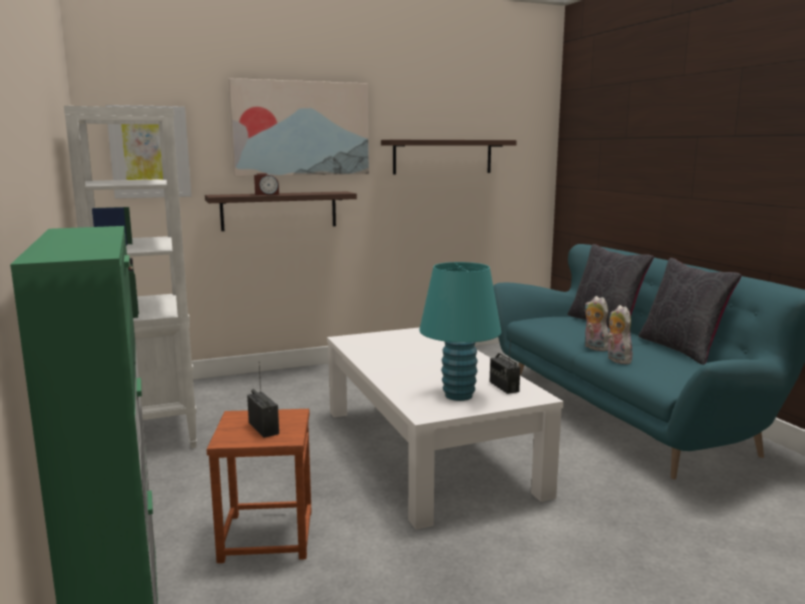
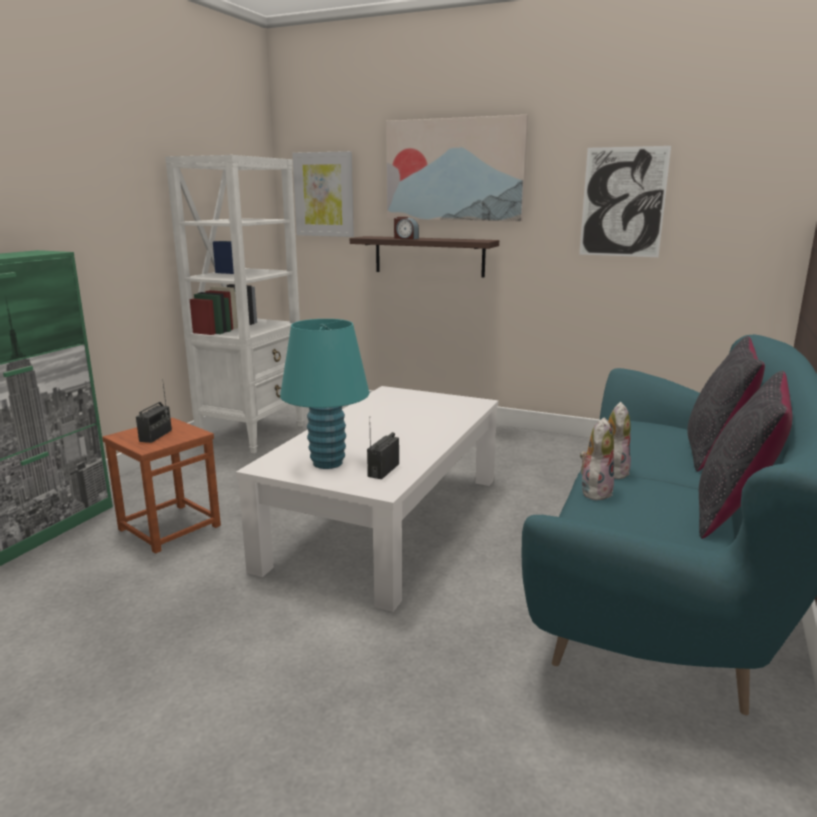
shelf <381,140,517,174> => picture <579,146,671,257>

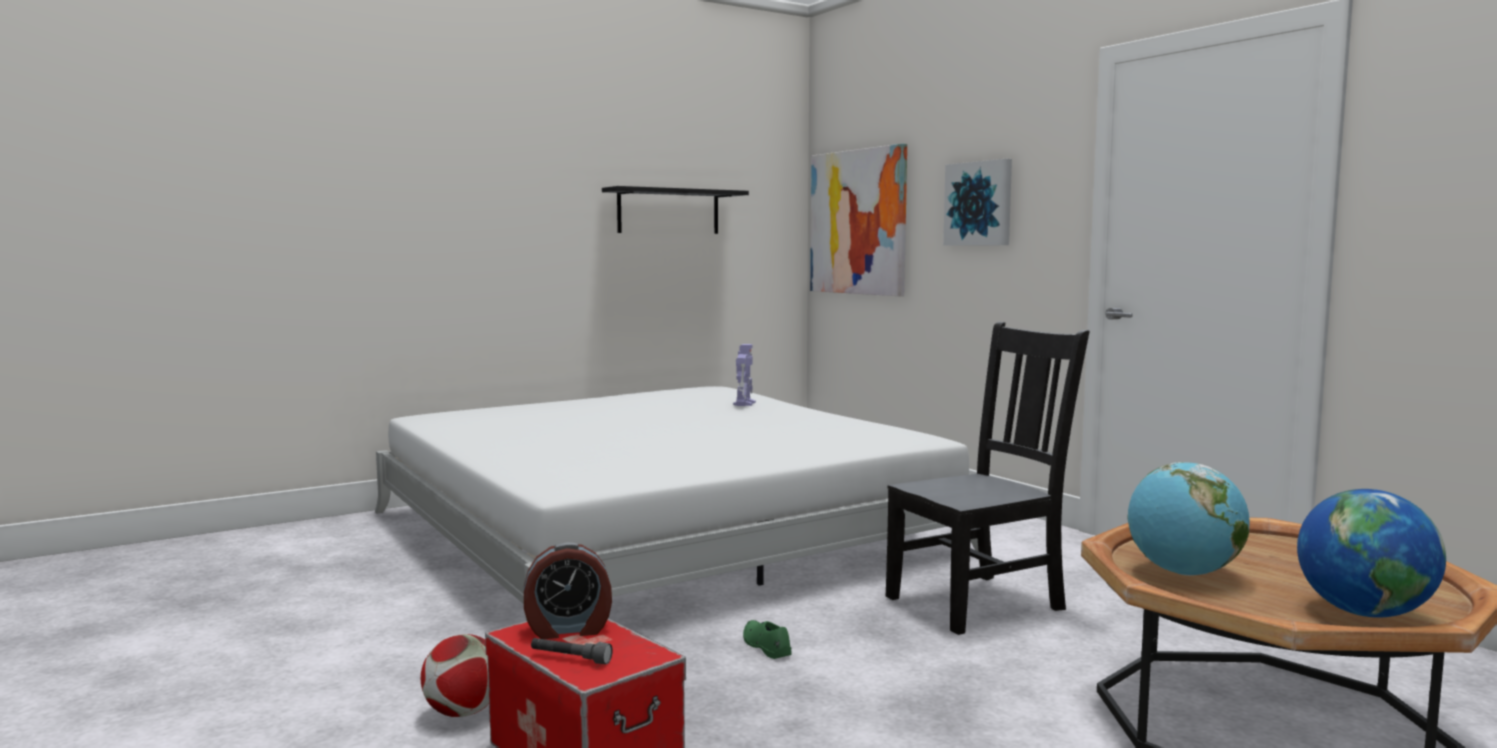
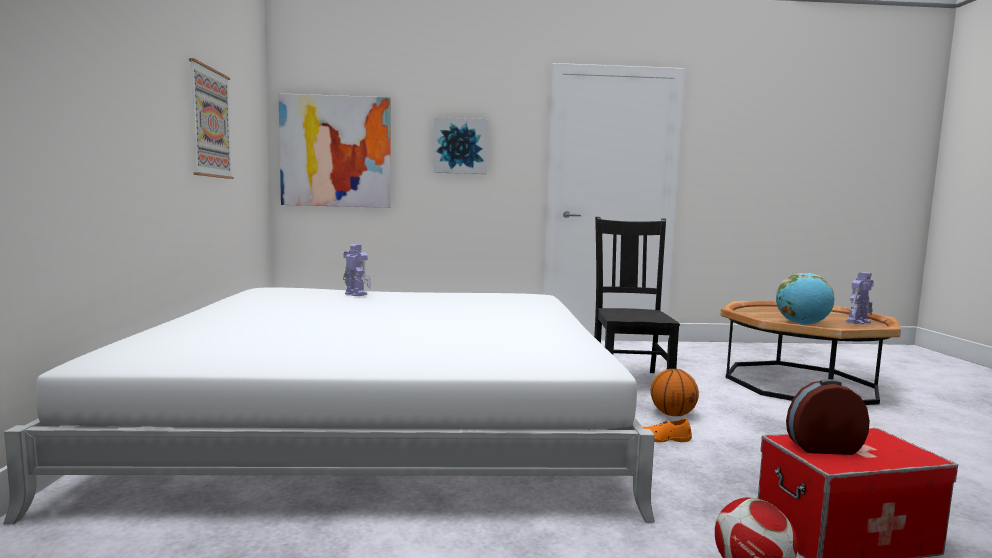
black_shelf <602,186,749,234> => picture <189,58,234,179>
green_shoe <743,620,792,659> => orange_shoe <643,418,692,442>
nothing => basketball <651,369,699,416>
alarm_clock <524,543,612,639> => alarm_clock <786,379,870,455>, 105 degrees counterclockwise
globe <1297,489,1446,618> => toy_robot <846,272,874,324>
grey_flashlight <531,638,613,664> => nothing

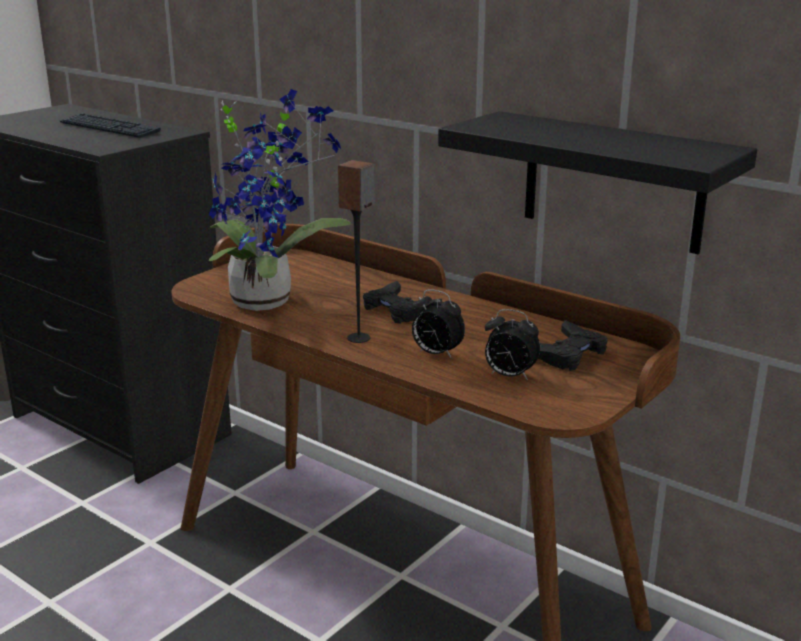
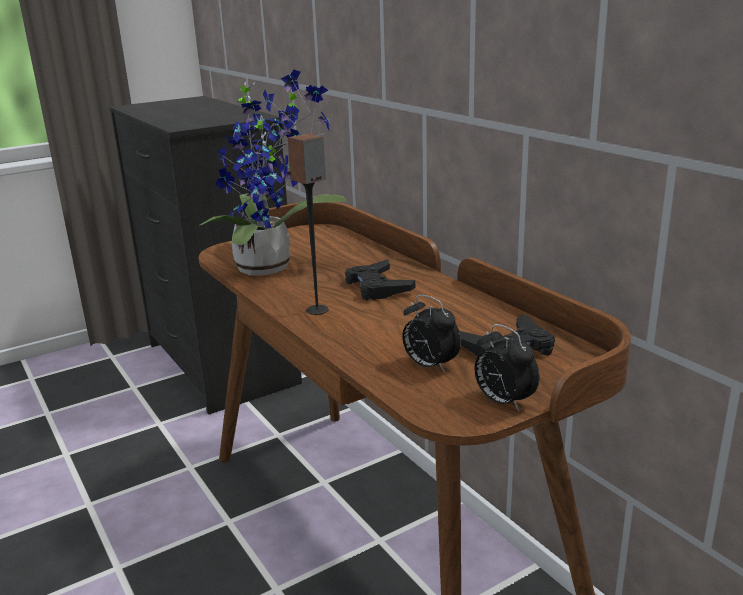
alarm_clock <412,289,465,359> => alarm_clock <475,324,540,412>, moved
keyboard <60,113,161,138> => nothing
black_shelf <438,111,757,254> => nothing

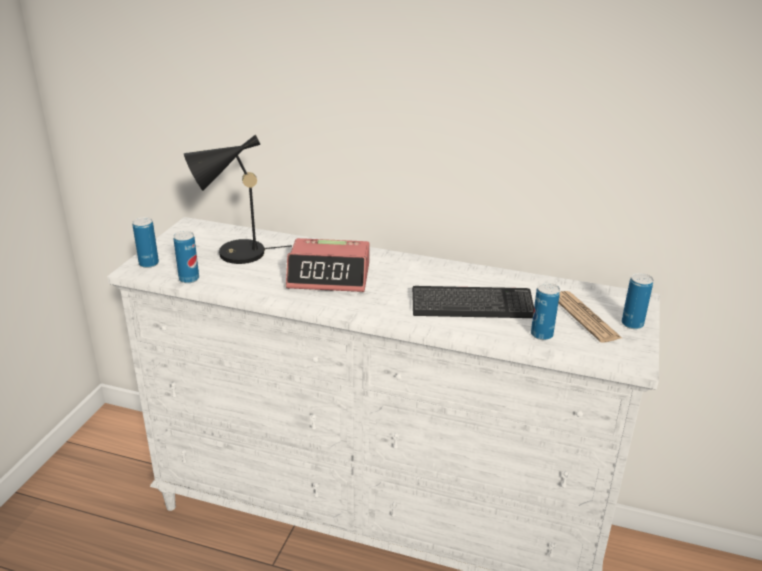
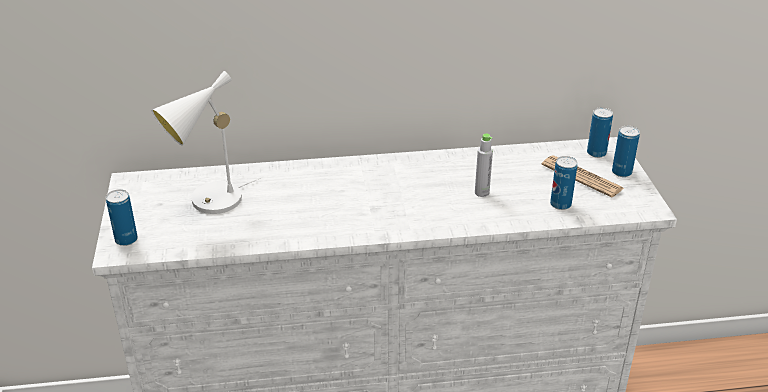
black_table_lamp <184,135,292,264> => white_table_lamp <152,71,263,214>
keyboard <412,286,534,318> => grey_bottle <475,134,493,197>
can <173,231,199,283> => can <587,107,613,158>, moved
alarm_clock <286,238,370,292> => nothing

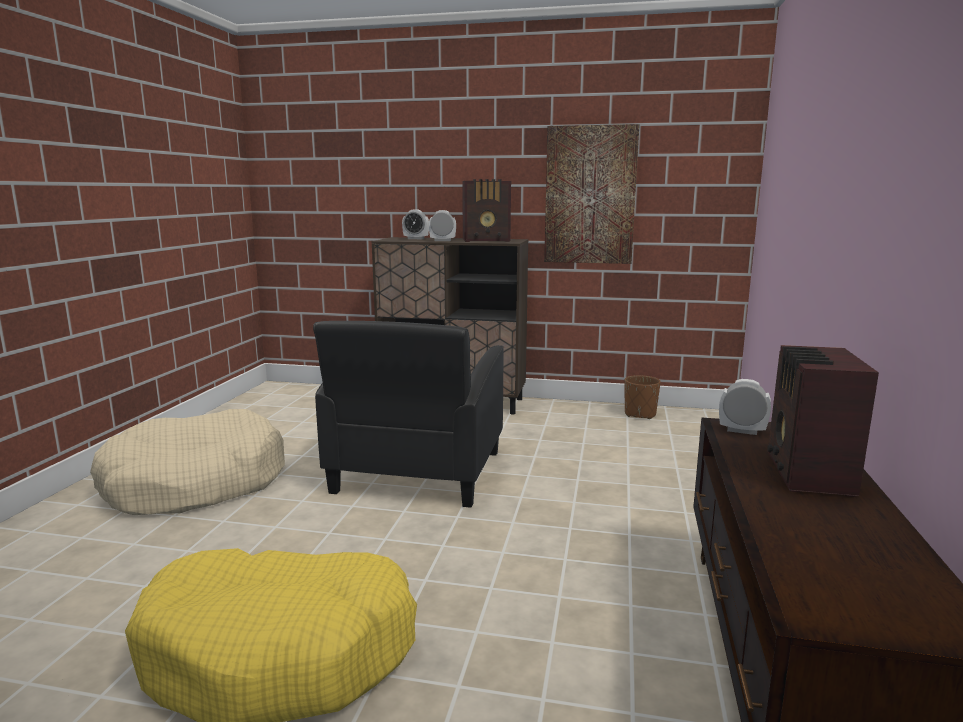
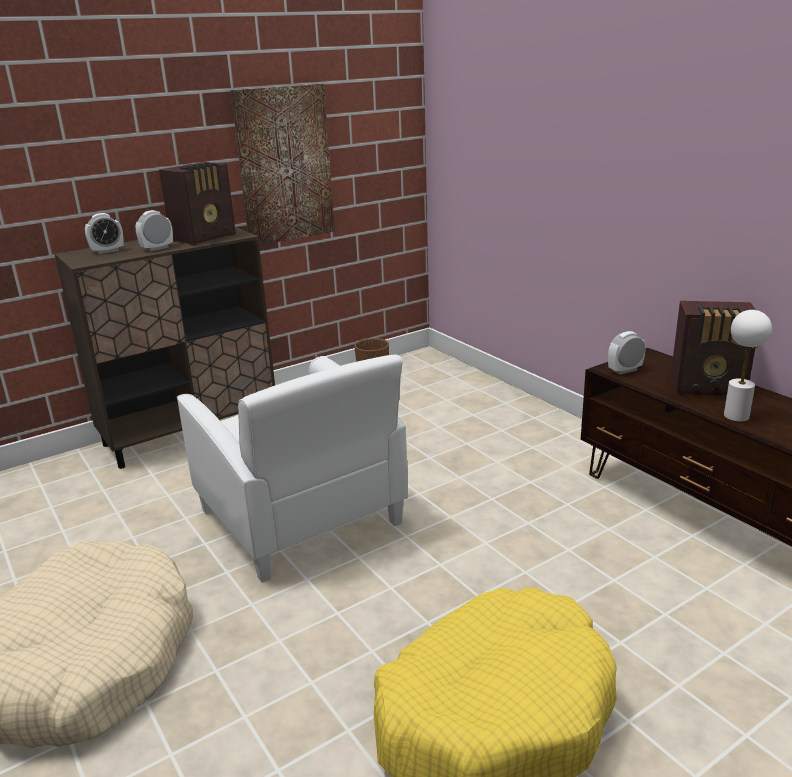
black_armchair <313,321,504,508> => white_armchair <177,355,408,583>
radio <767,345,879,497> => radio <671,301,756,396>, 45 degrees counterclockwise
nothing => white_table_lamp <724,310,772,422>

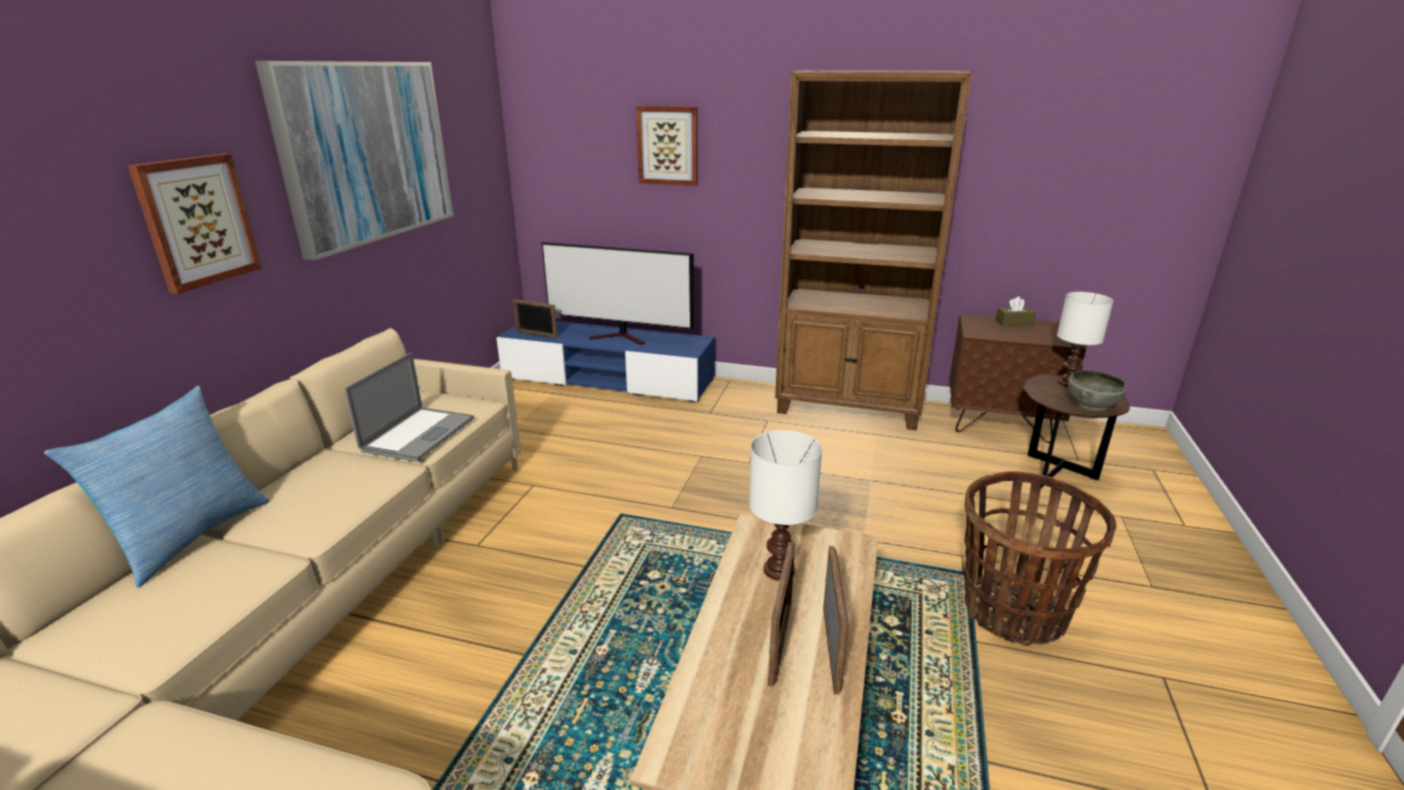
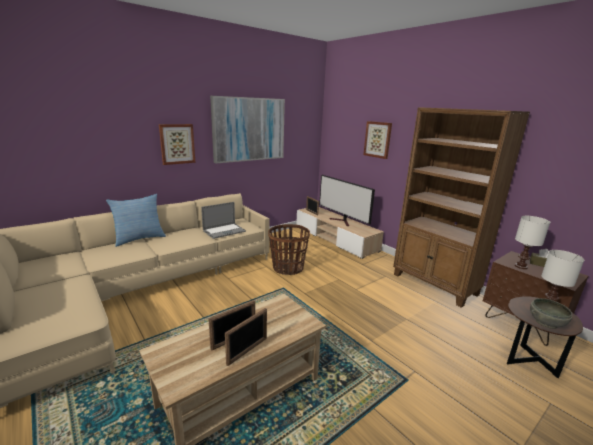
basket <964,471,1117,645> => basket <268,224,310,275>, moved
blue_tv_stand <497,321,715,403> => beige_tv_stand <296,207,384,259>
white_table_lamp <749,430,822,581> => white_table_lamp <515,216,550,269>, moved

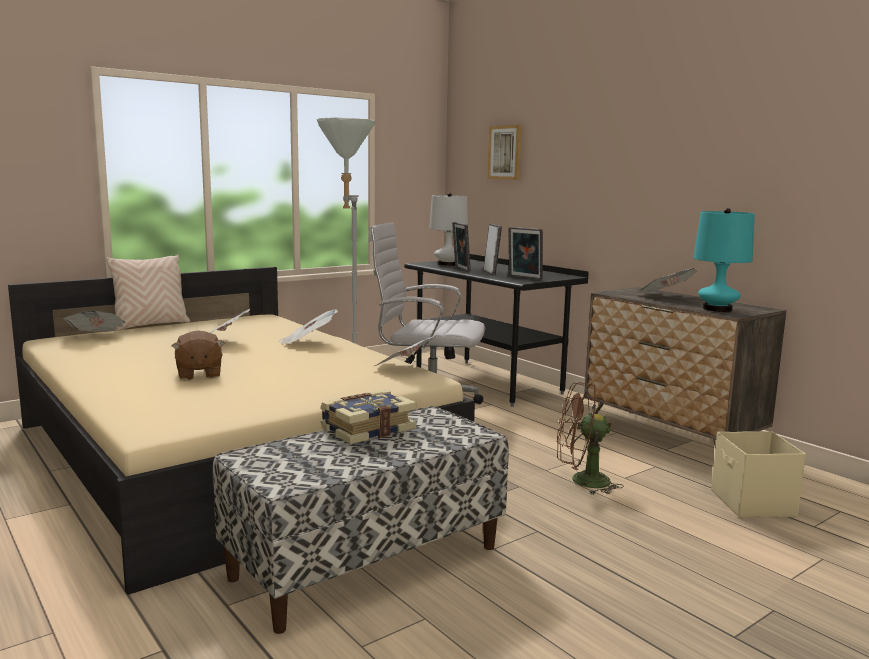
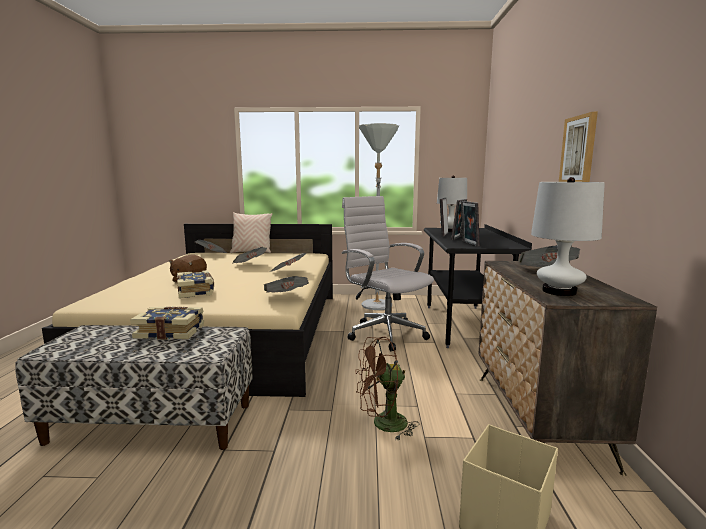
nothing => book <177,270,214,298>
brown_fan <557,382,624,495> => brown_fan <356,337,419,441>, 60 degrees counterclockwise
turquoise_table_lamp <693,208,755,312> => white_table_lamp <531,177,605,296>
picture <487,125,522,180> => picture <559,112,598,182>, moved

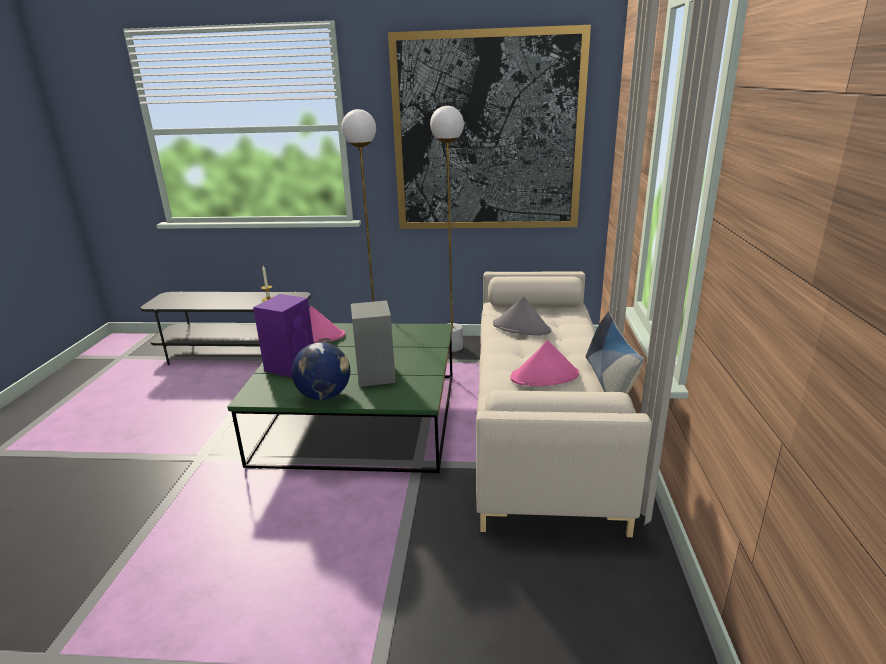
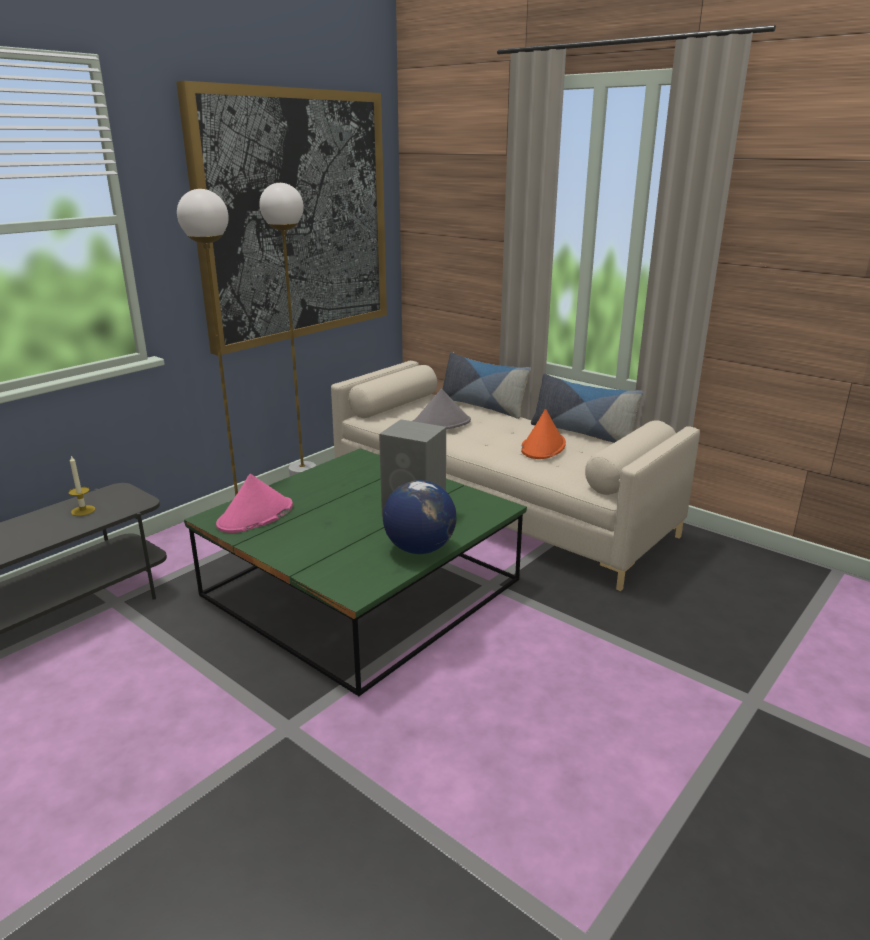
nothing => pillow <442,352,531,419>
pink_hat <510,340,579,386> => orange_hat <521,409,566,459>
purple_speaker <253,294,314,378> => nothing

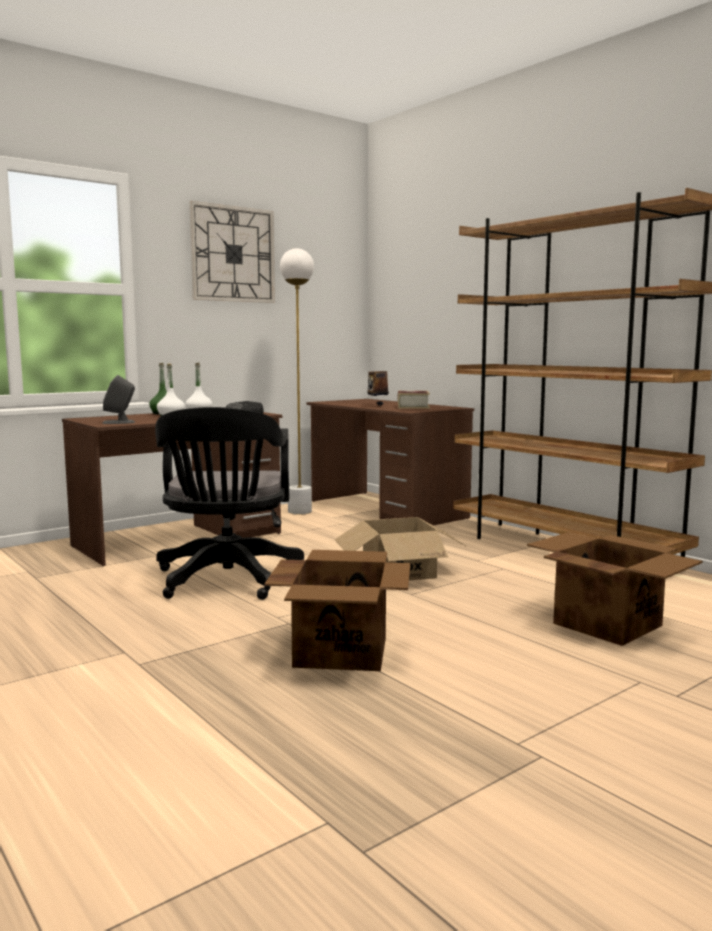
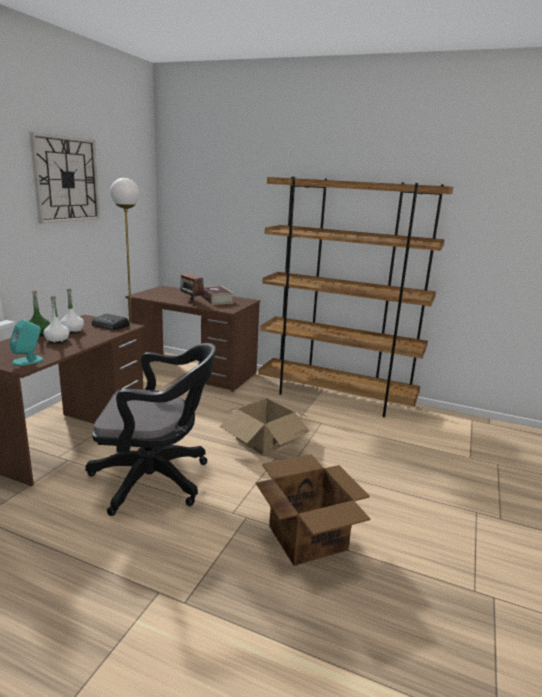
grey_speaker <102,375,135,424> => turquoise_speaker <10,319,44,366>
black_office_chair <155,407,304,600> => black_office_chair <85,343,216,516>, 60 degrees counterclockwise
cardboard_box <527,532,703,646> => nothing

